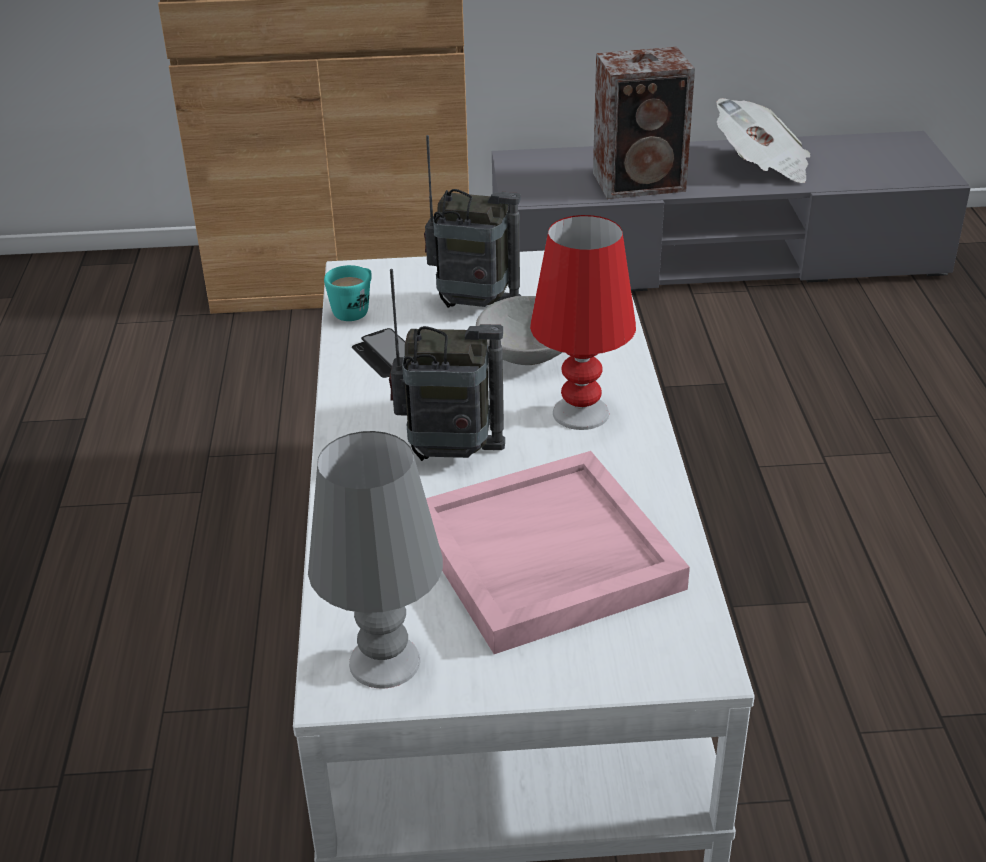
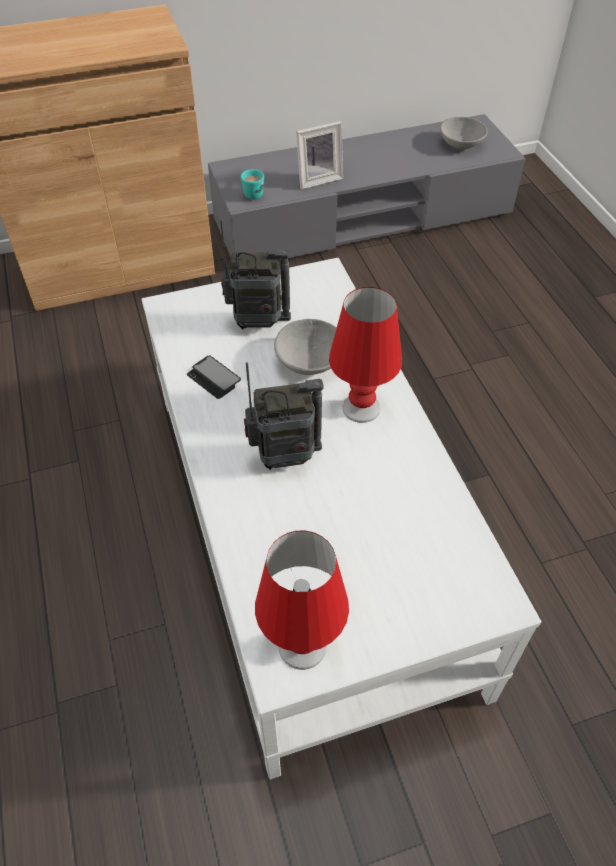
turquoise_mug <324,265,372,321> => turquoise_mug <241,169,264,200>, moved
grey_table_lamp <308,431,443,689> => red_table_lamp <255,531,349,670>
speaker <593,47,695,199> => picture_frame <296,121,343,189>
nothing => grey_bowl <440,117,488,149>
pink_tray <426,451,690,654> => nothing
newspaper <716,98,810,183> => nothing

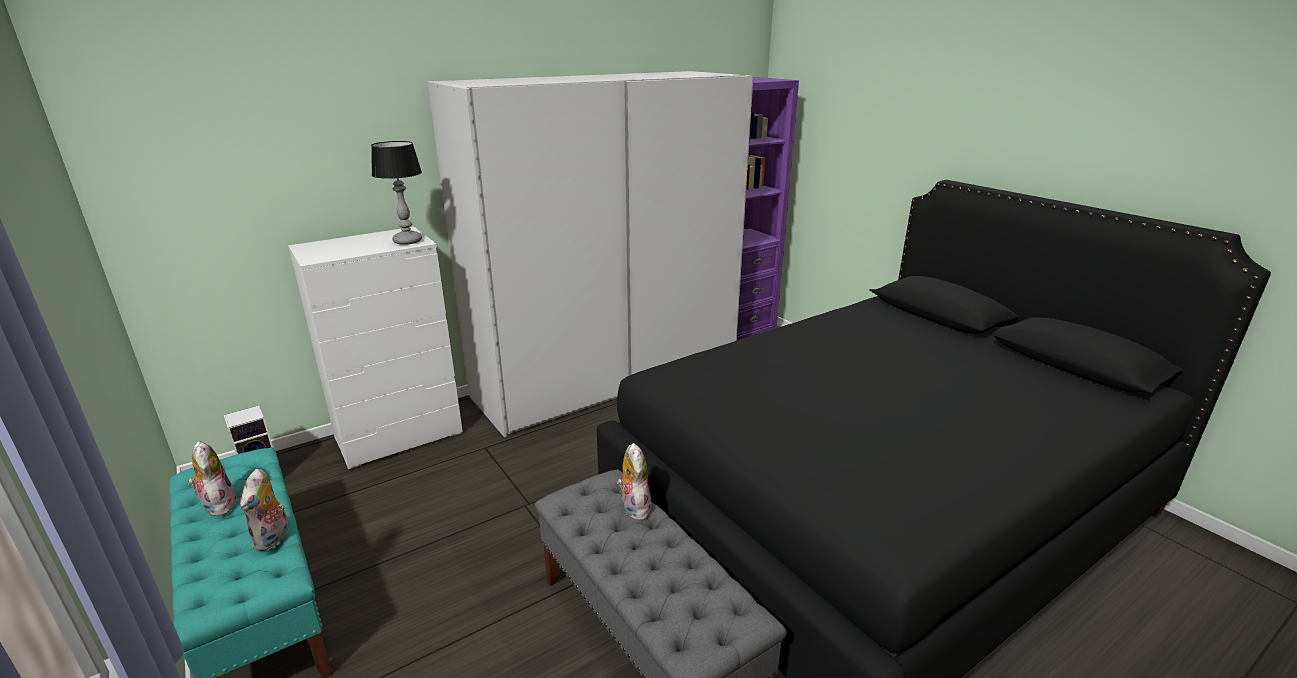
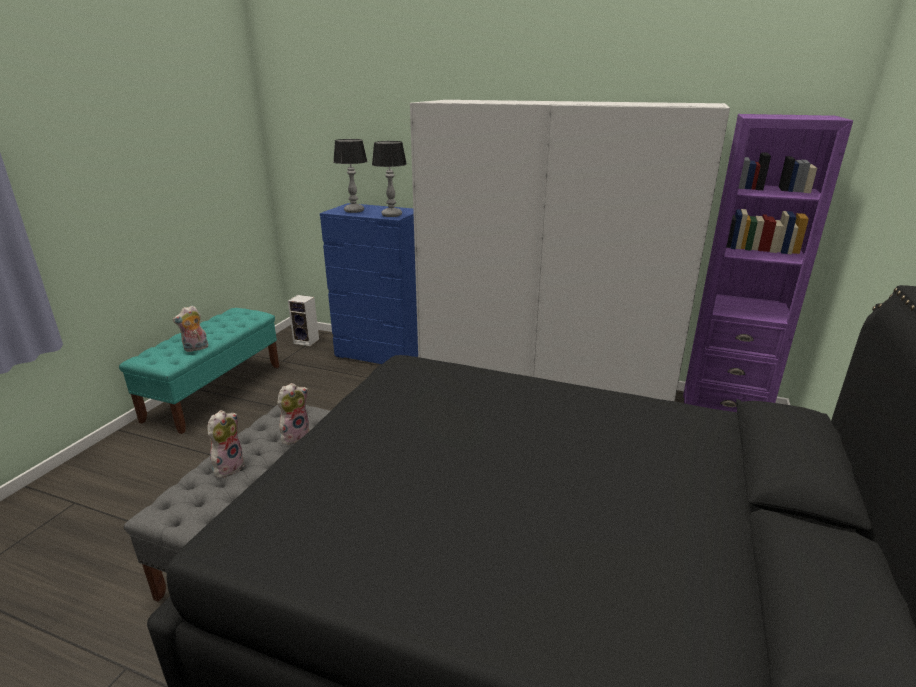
plush_toy <188,441,238,516> => plush_toy <208,410,244,478>, moved
white_dresser <288,227,463,469> => blue_dresser <320,203,418,364>
nothing => table_lamp <333,139,367,213>

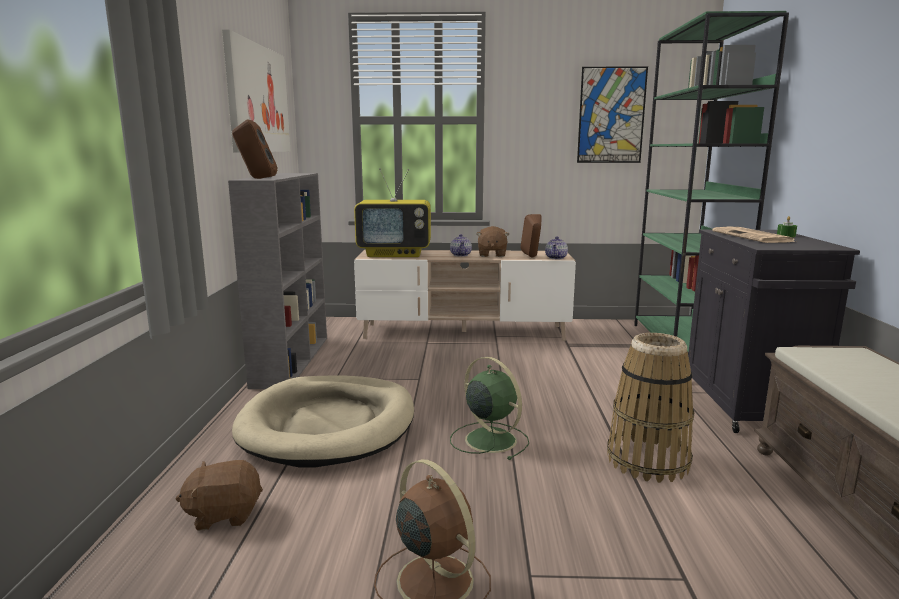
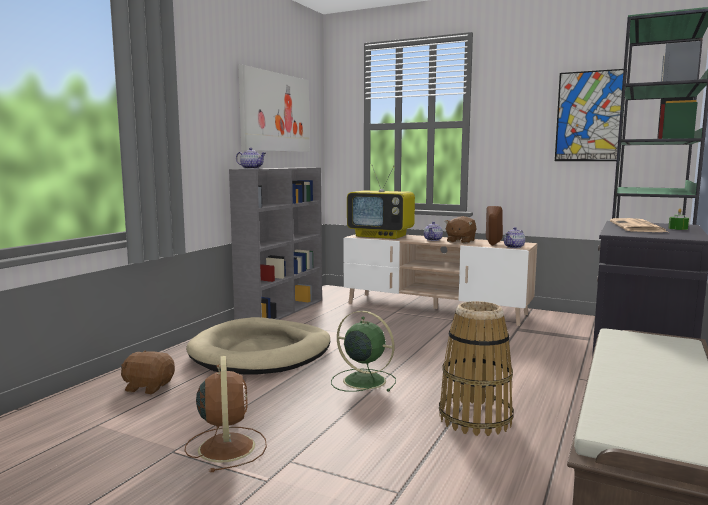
brown_speaker <232,119,277,179> => teapot <236,148,266,169>
green_fan <450,357,529,460> => green_fan <331,311,396,392>, 45 degrees counterclockwise

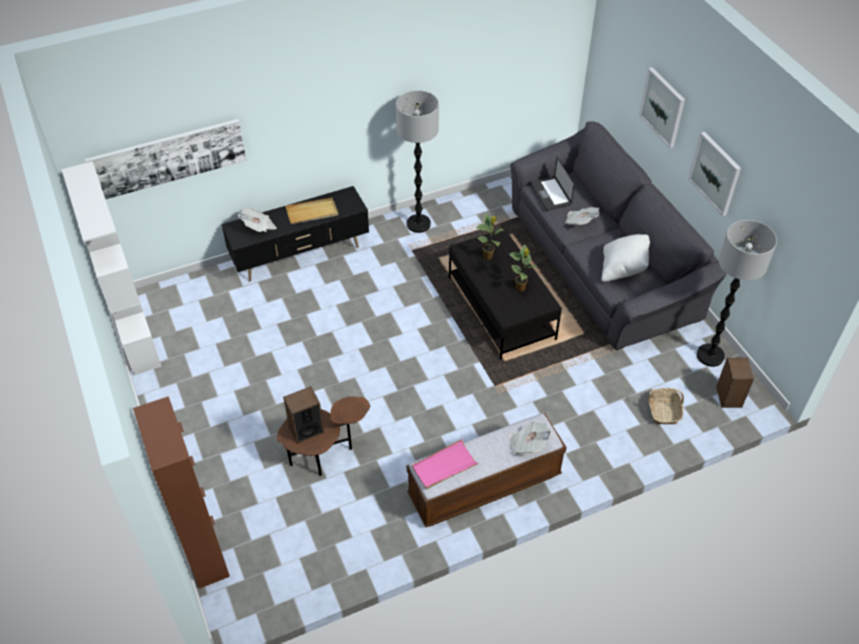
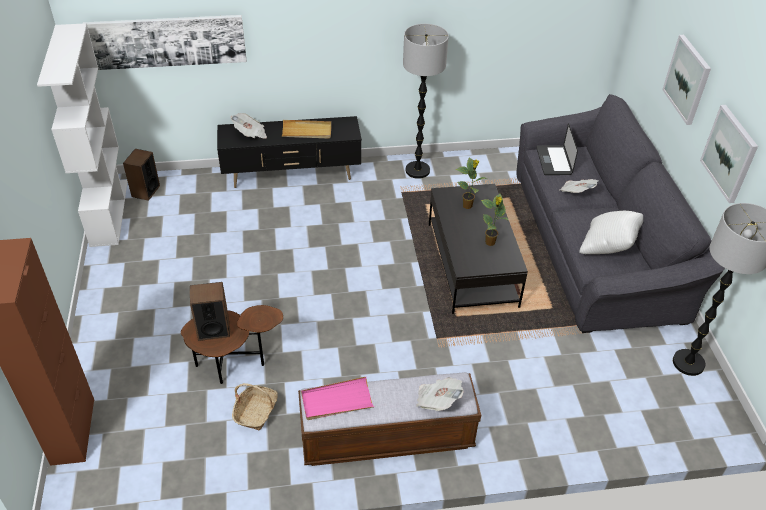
speaker <716,357,754,408> => speaker <123,149,160,201>, moved
basket <648,388,684,424> => basket <232,383,278,430>, moved

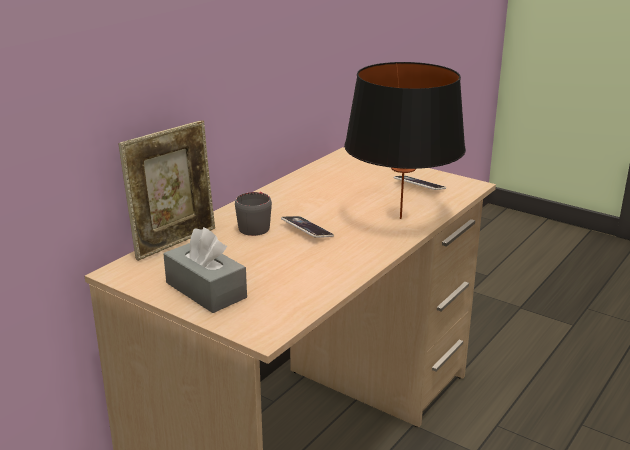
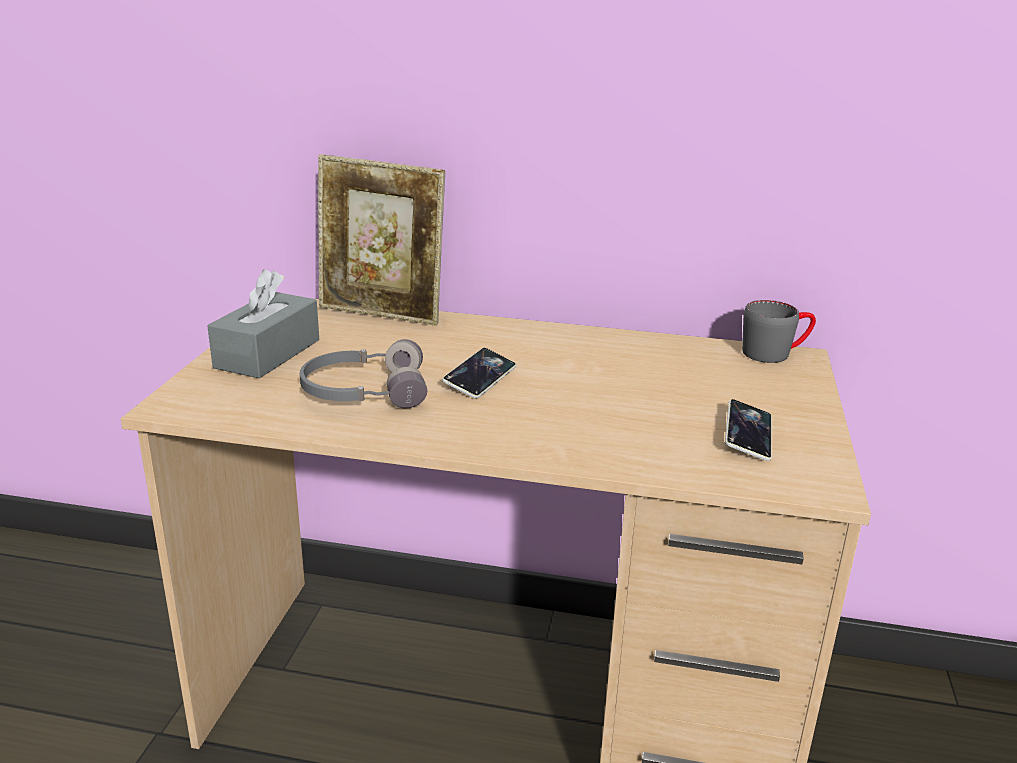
nothing => grey_headphones <300,339,427,408>
grey_mug <235,192,272,236> => grey_mug <742,300,816,363>, moved
black_table_lamp <344,62,466,219> => nothing

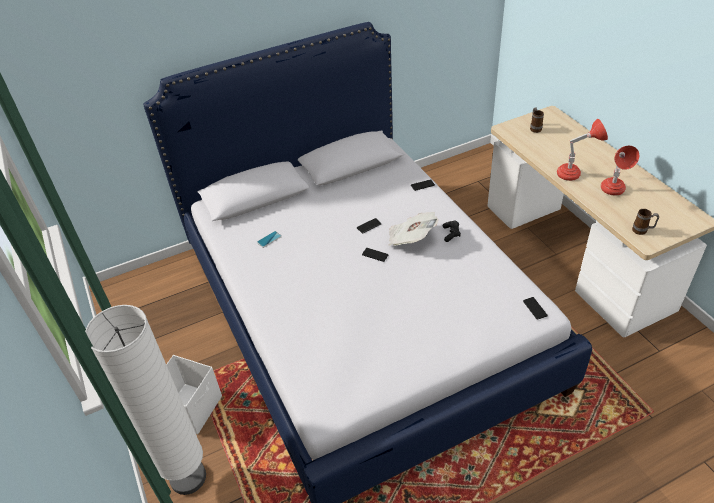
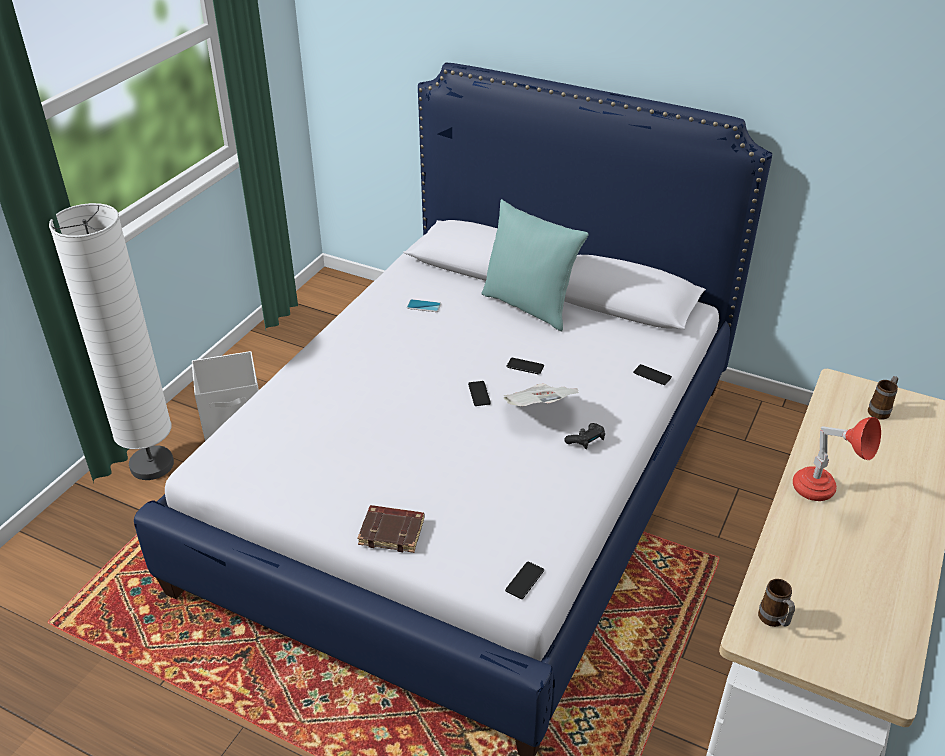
nothing => brown_book <357,505,425,553>
nothing => turquoise_pillow <481,199,589,331>
red_table_lamp <601,146,639,195> => nothing

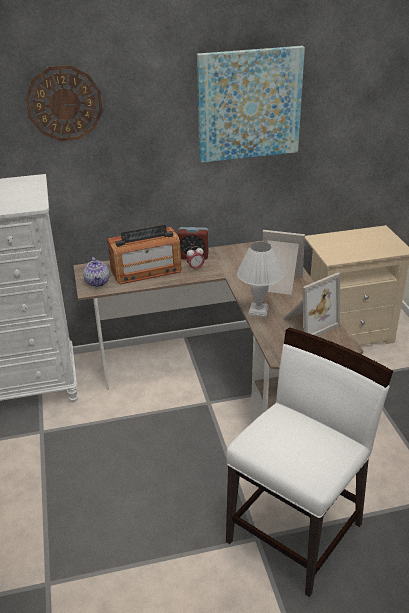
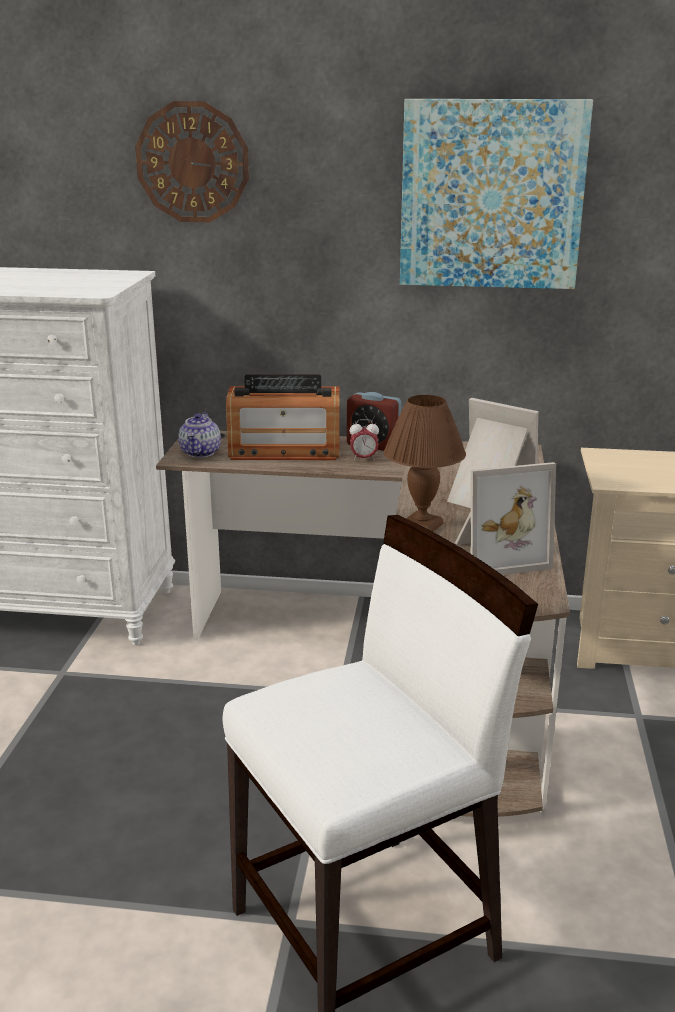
white_table_lamp <237,242,283,317> => brown_table_lamp <384,395,466,532>

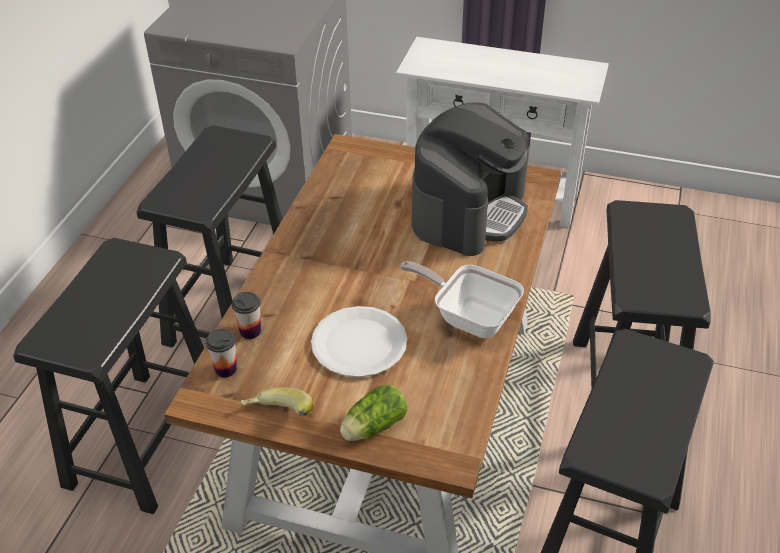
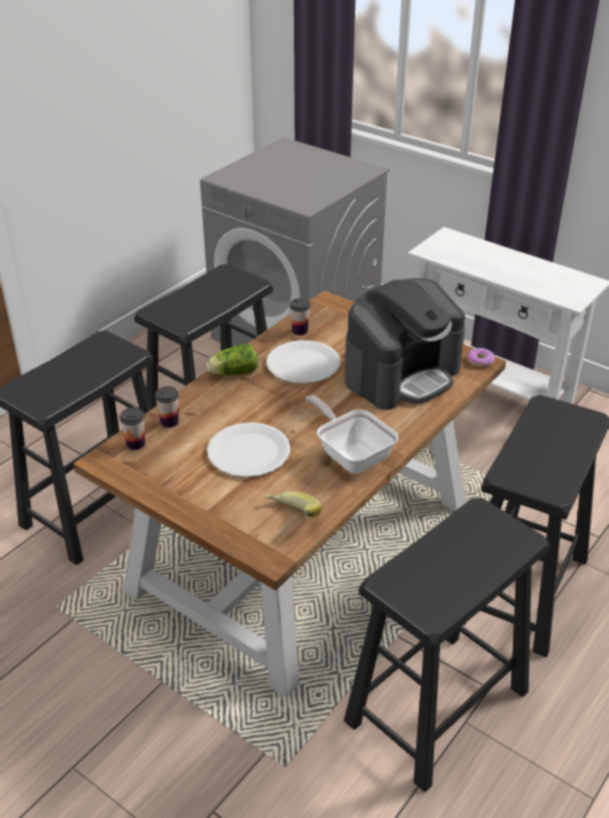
lettuce <340,385,407,441> => lettuce <206,344,258,375>, moved
banana <240,387,314,416> => banana <265,491,321,517>, moved
nothing => white_plate <266,340,340,384>
nothing => cup <289,298,311,335>
nothing => donut <467,348,495,367>

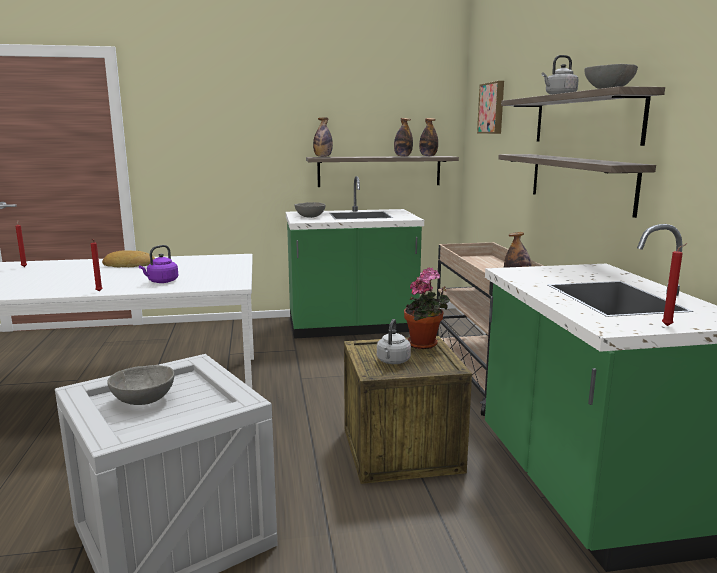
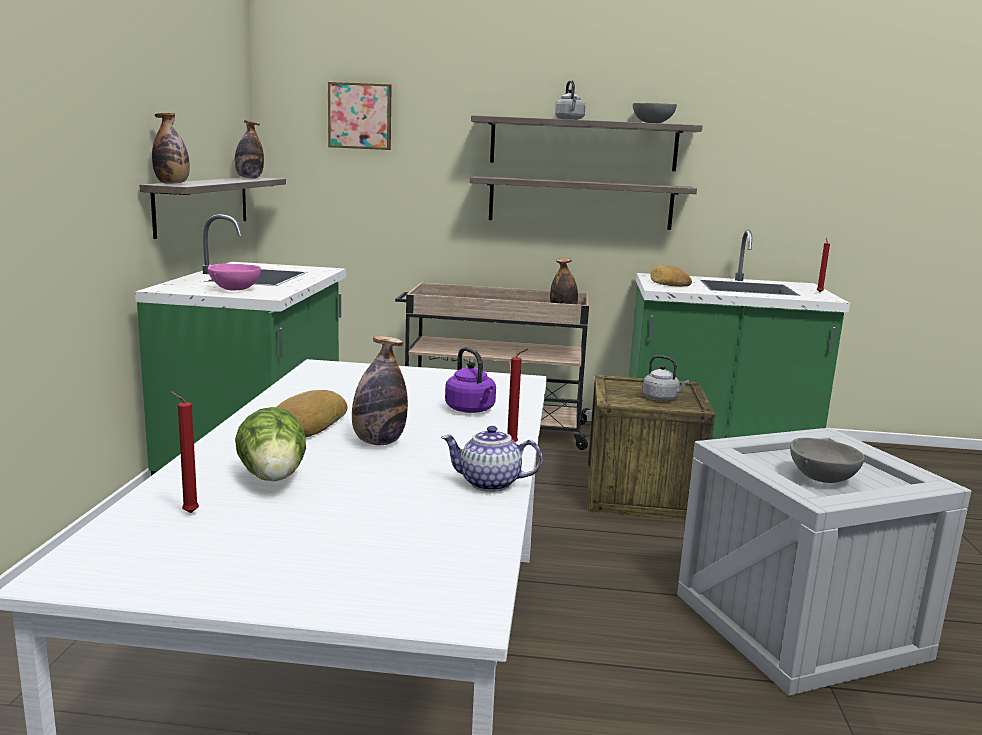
grey_bowl <295,202,326,218> => pink_bowl <208,264,261,290>
nothing => lettuce <235,407,306,481>
bottle <394,118,413,157> => bottle <352,336,408,445>, moved
nothing => teapot <441,426,542,492>
nothing => bread <650,265,692,287>
potted_plant <404,268,450,349> => nothing

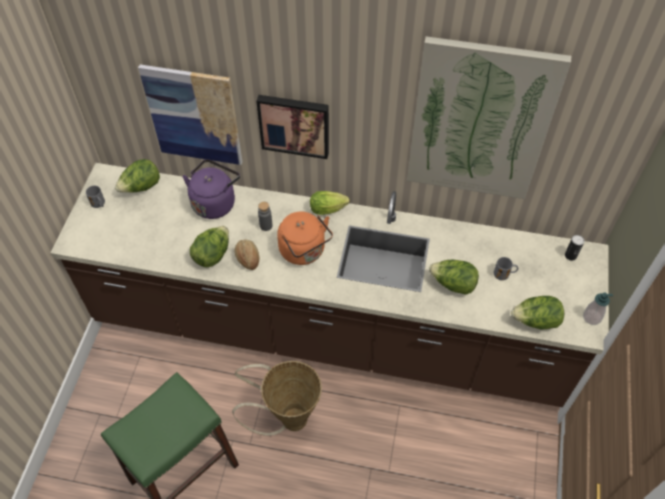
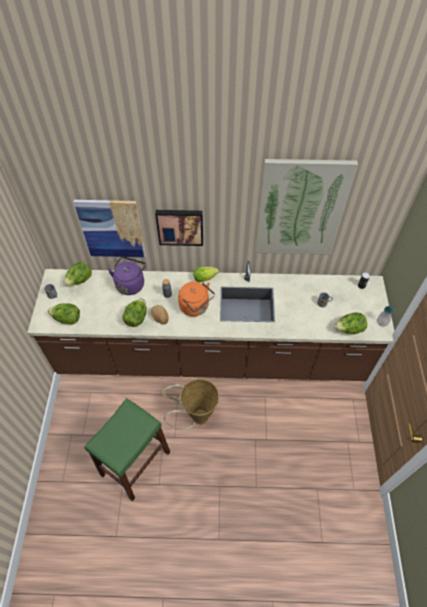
lettuce <429,260,479,295> => lettuce <48,303,80,324>, moved

